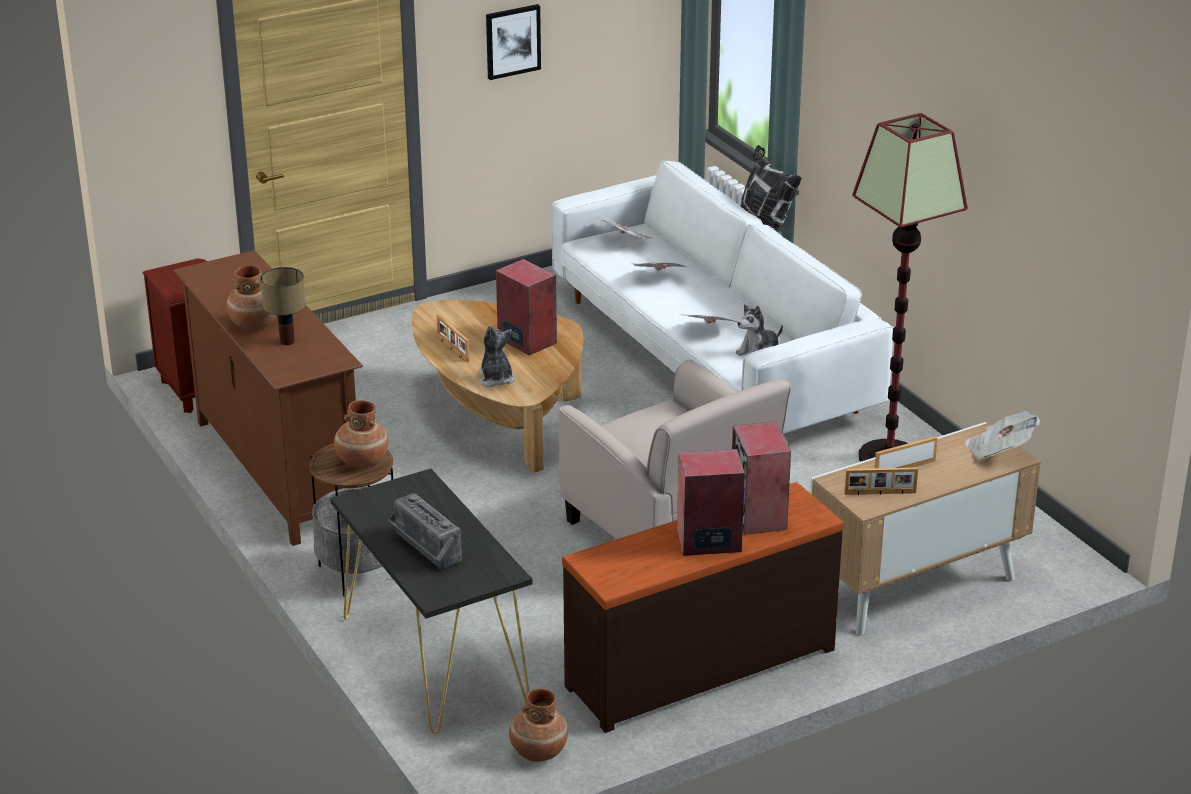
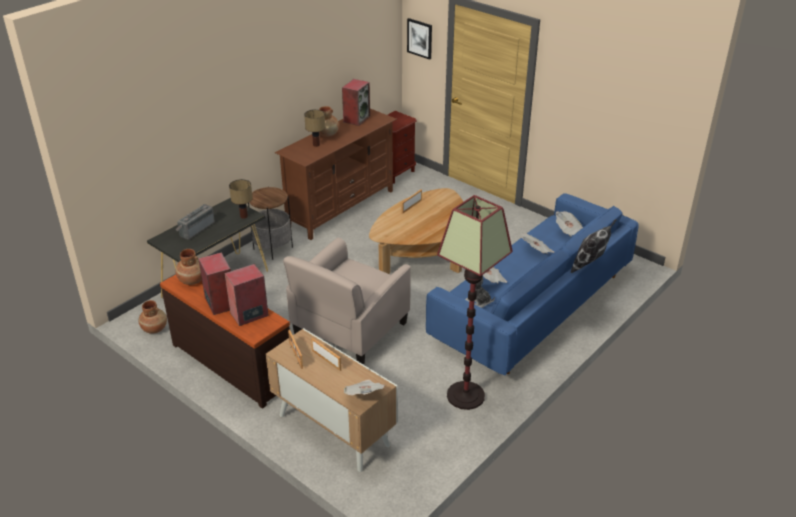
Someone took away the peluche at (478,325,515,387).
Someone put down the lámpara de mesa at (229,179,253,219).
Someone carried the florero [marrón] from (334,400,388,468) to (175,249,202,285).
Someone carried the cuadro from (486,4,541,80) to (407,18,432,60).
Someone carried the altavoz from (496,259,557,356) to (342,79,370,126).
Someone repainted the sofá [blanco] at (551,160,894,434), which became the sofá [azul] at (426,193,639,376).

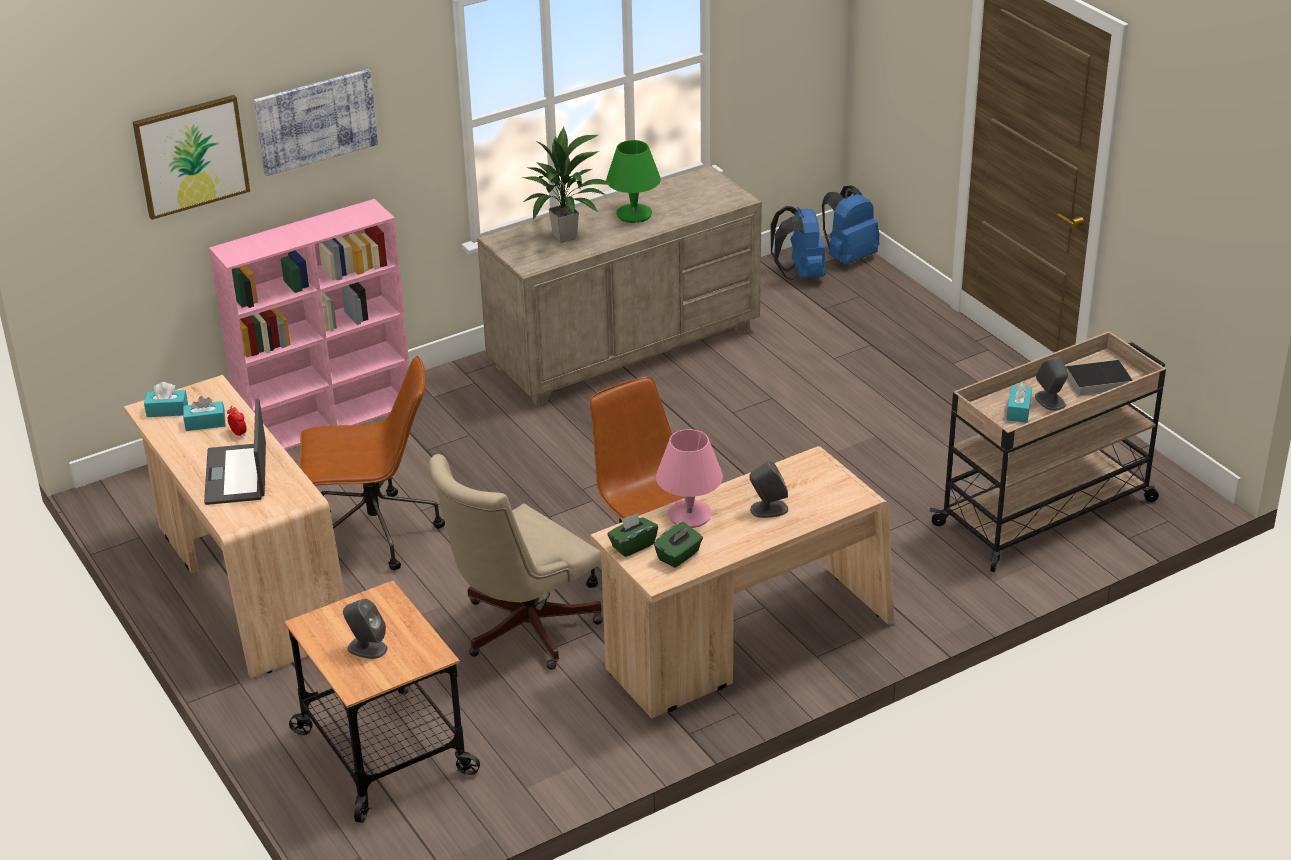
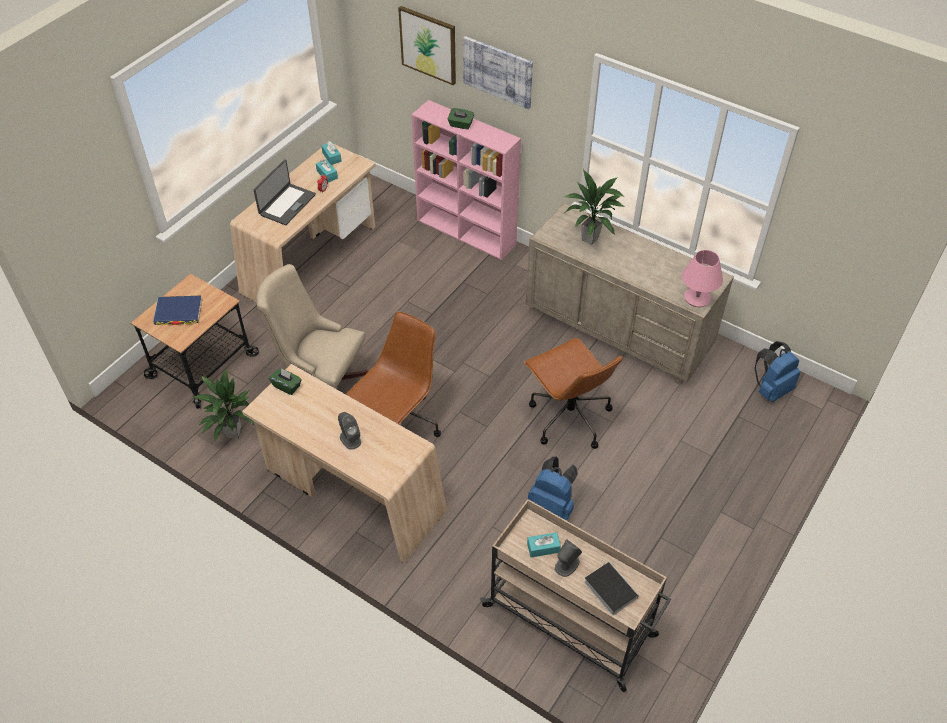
Someone took away the lámpara de mesa [verde] at (606,140,661,223).
Someone put down the planta en maceta at (193,369,254,442).
Someone carried the silla de oficina [marrón] from (300,355,445,570) to (524,338,623,449).
Someone carried the caja de pañuelos [verde] from (654,522,703,568) to (448,108,474,129).
Someone carried the lámpara de mesa [rosa] from (656,429,723,528) to (682,250,723,307).
Someone carried the mochila [azul] from (822,186,879,265) to (528,457,578,520).
Someone swapped the altavoz [gris] at (343,598,387,659) for the libro [azul] at (153,295,202,325).
Someone rotated the portátil at (204,399,266,505) by 150 degrees clockwise.

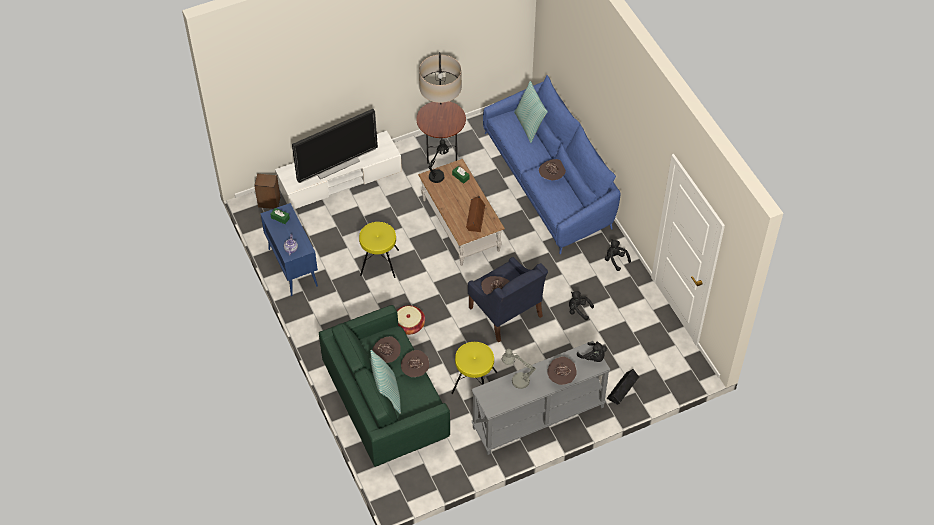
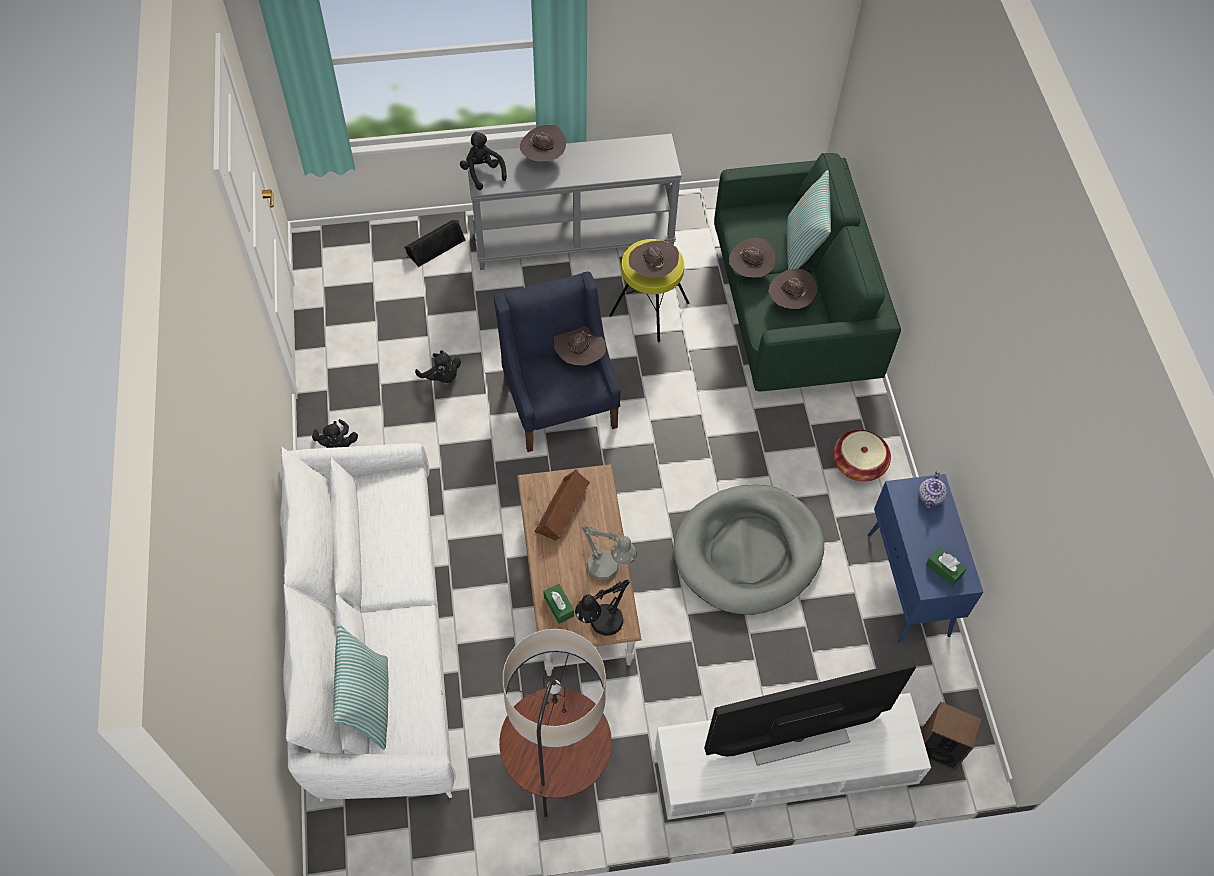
Someone carried the cesta from (397,305,425,335) to (833,430,891,482).
Someone carried the lámpara de mesa [gris] from (502,349,536,389) to (581,525,637,580).
Someone carried the sombrero [marrón] from (539,159,566,180) to (629,241,679,278).
Someone swapped the taburete [amarillo] at (359,222,399,278) for the cama para perro [gris] at (673,485,824,615).
Someone repainted the sofá [azul] at (483,75,621,254), which became the sofá [blanco] at (280,443,456,802).

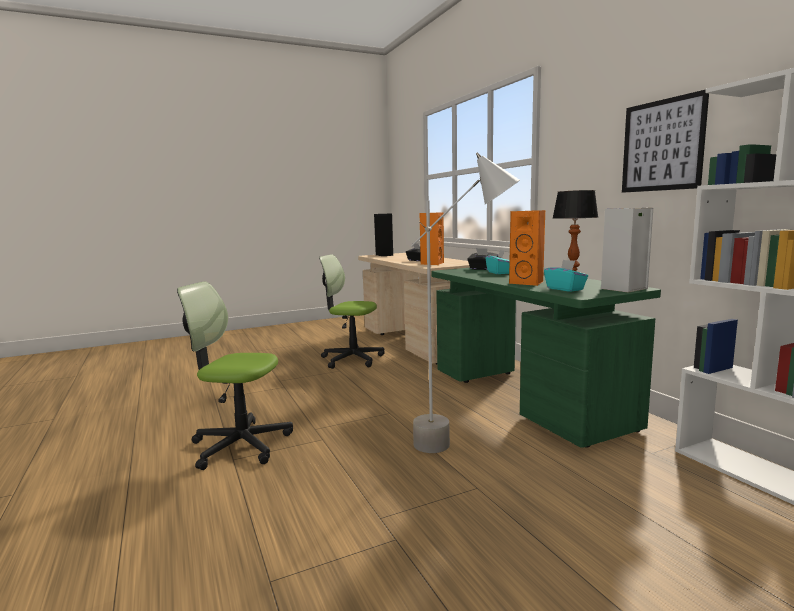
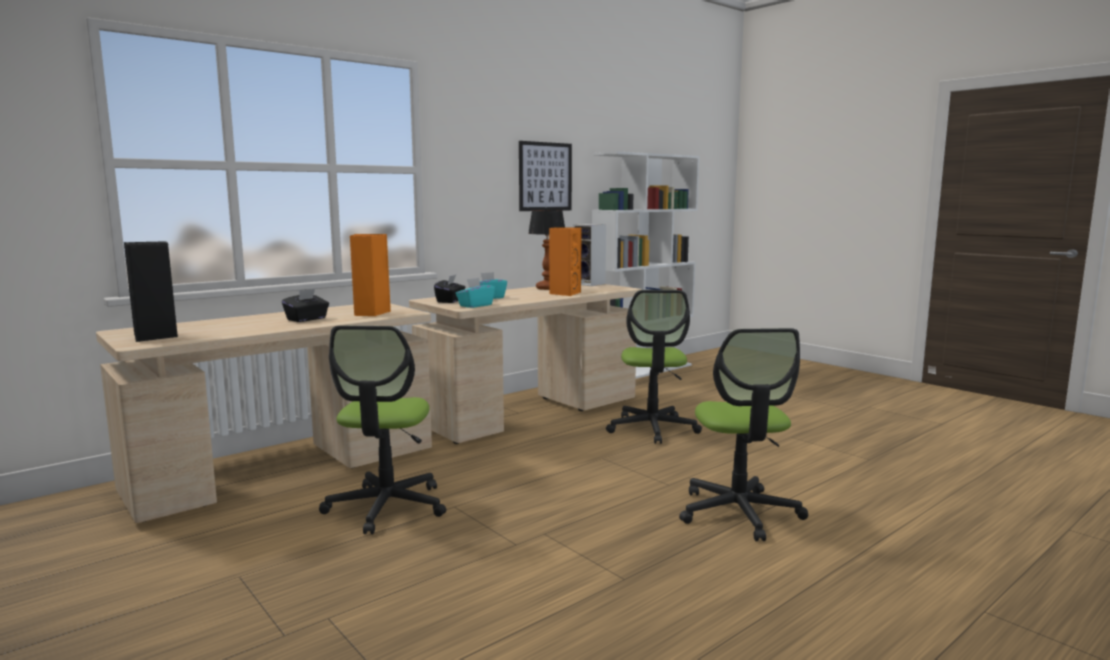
Someone carried the caja de pañuelos [turquesa] from (544,260,588,292) to (456,278,495,308).
Someone swapped the lámpara de pie [gris] at (411,152,520,453) for the silla de oficina at (606,290,702,444).
Someone repainted the escritorio [verde] at (431,268,661,448), which became the escritorio [beis] at (409,284,642,444).

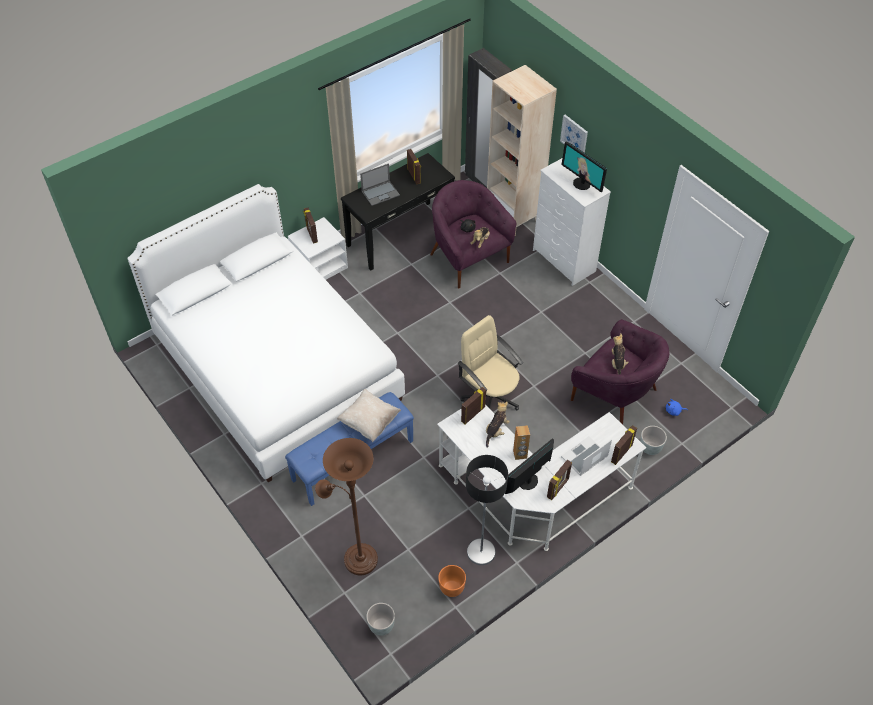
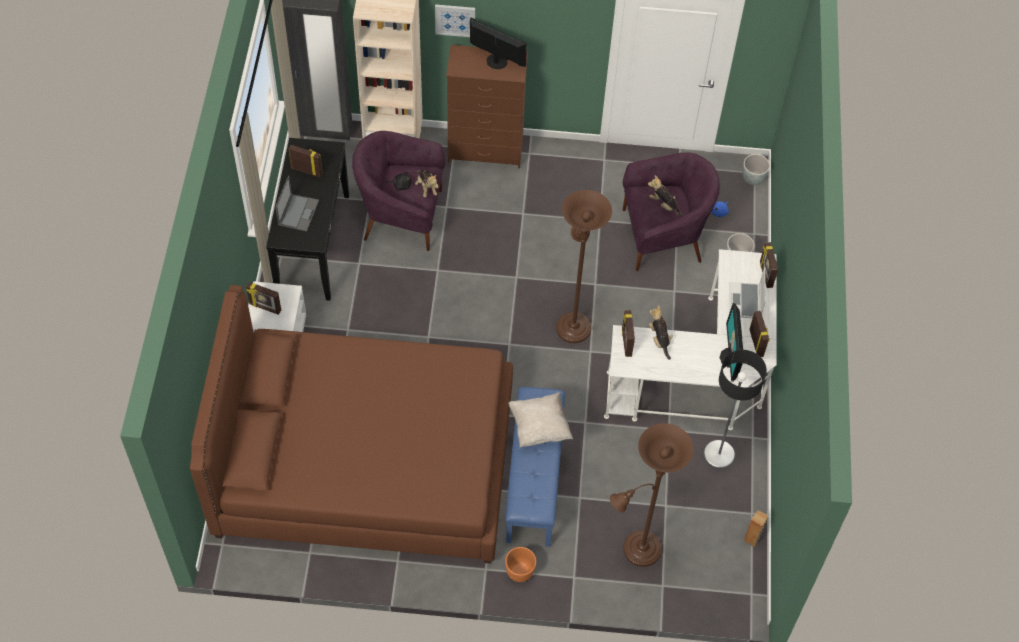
Someone carried the maceta [gris] from (366,603,395,636) to (742,154,770,185).
Someone carried the maceta [naranja] from (438,565,466,597) to (505,547,536,582).
Someone carried the altavoz [marrón] from (513,425,530,460) to (744,510,769,547).
Someone swapped the silla de oficina [beis] at (458,315,523,410) for the lámpara de pie [marrón] at (556,190,612,343).
Someone repainted the cama [blanco] at (127,184,405,482), which became the cama [marrón] at (190,285,513,563).
Someone repainted the cómoda [blanco] at (533,158,611,286), which became the cómoda [marrón] at (446,45,528,169).
Someone rotated the monitor at (561,141,607,192) by 150 degrees counterclockwise.

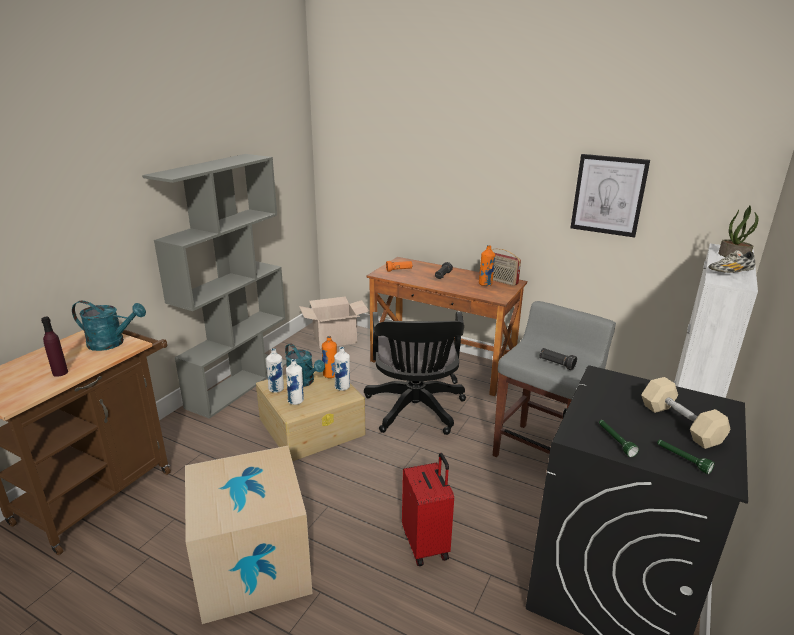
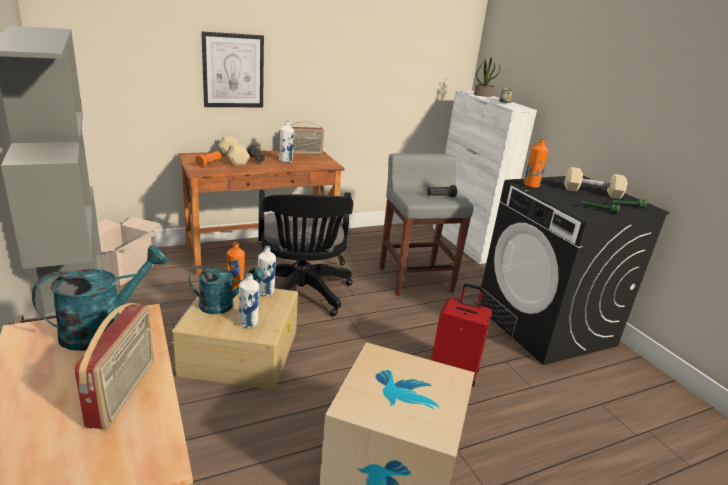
Someone put down the mancuerna [beis] at (218,136,250,166).
Someone carried the botella [blanco] from (266,348,284,393) to (279,121,294,162).
Someone carried the botella [naranja] from (479,245,495,286) to (524,138,549,188).
Someone carried the cuadro from (570,154,650,238) to (201,31,264,107).
Someone swapped the botella [morado] at (41,317,68,377) for the radio at (74,303,154,429).
Someone rotated the silla de oficina [negro] at (364,312,466,435) by 45 degrees clockwise.

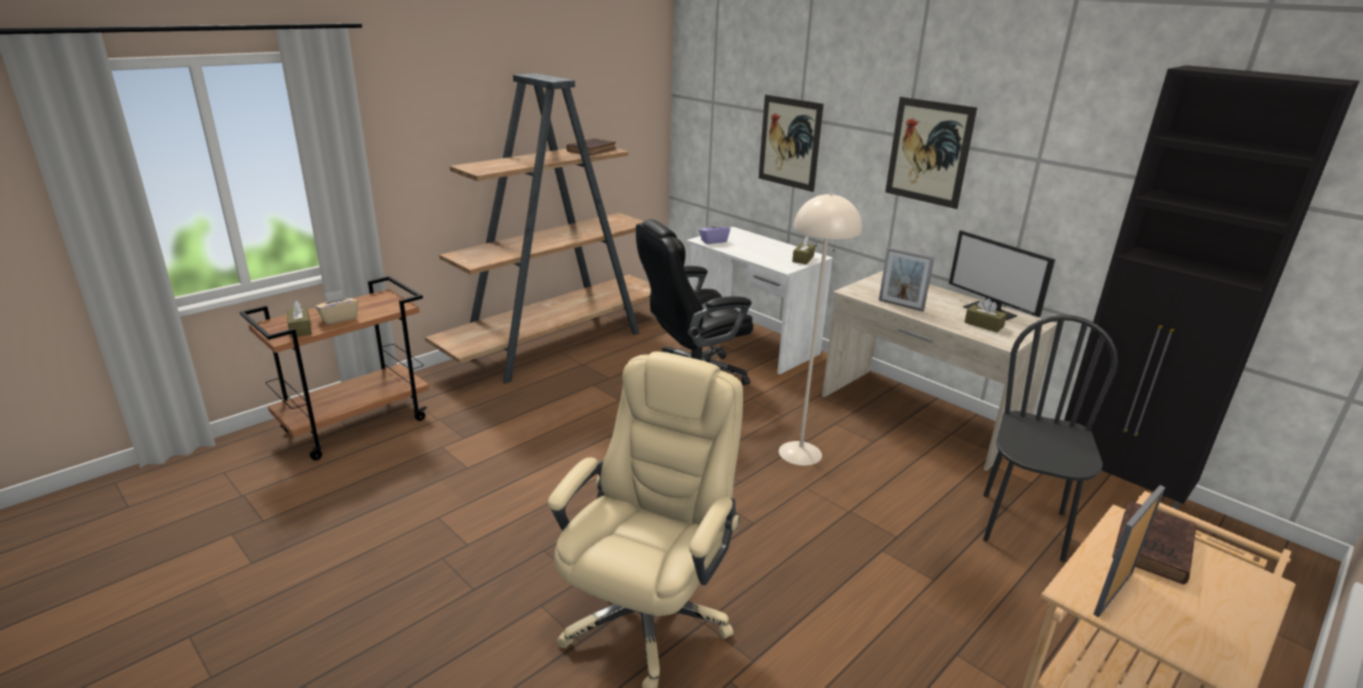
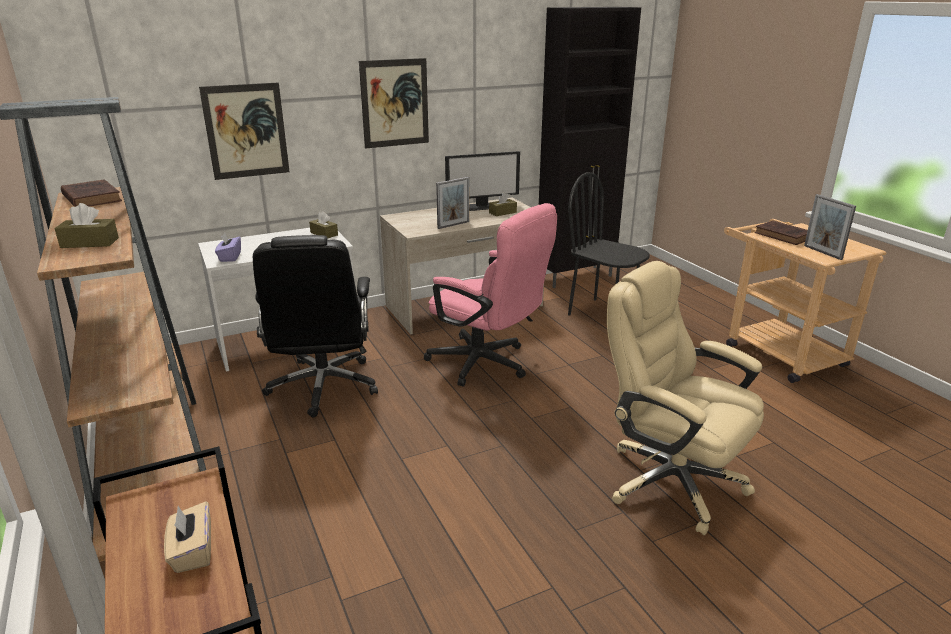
Someone carried the caja de pañuelos [marrón] from (287,300,312,337) to (54,203,119,248).
Someone swapped the lámpara de pie [beis] at (779,193,862,466) for the silla de oficina [rosa] at (424,203,557,387).

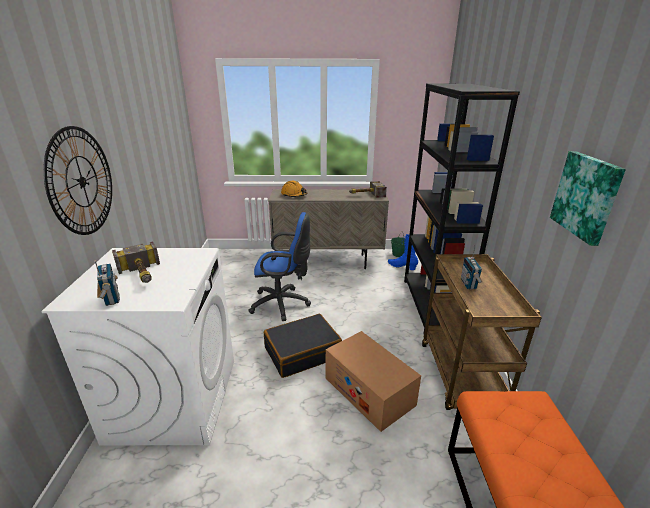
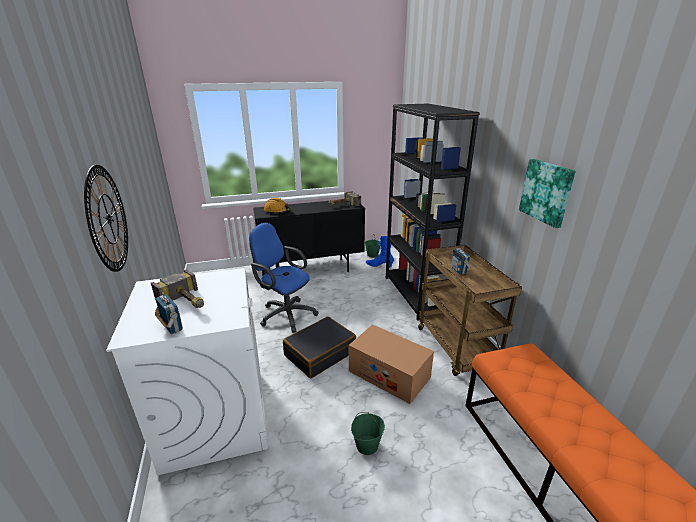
Someone put down the cubo [verde] at (351,412,385,455).
Someone repainted the armario [beis] at (269,189,389,269), which became the armario [negro] at (253,201,365,272).
Someone rotated the silla de oficina [azul] at (248,212,311,321) by 135 degrees counterclockwise.

